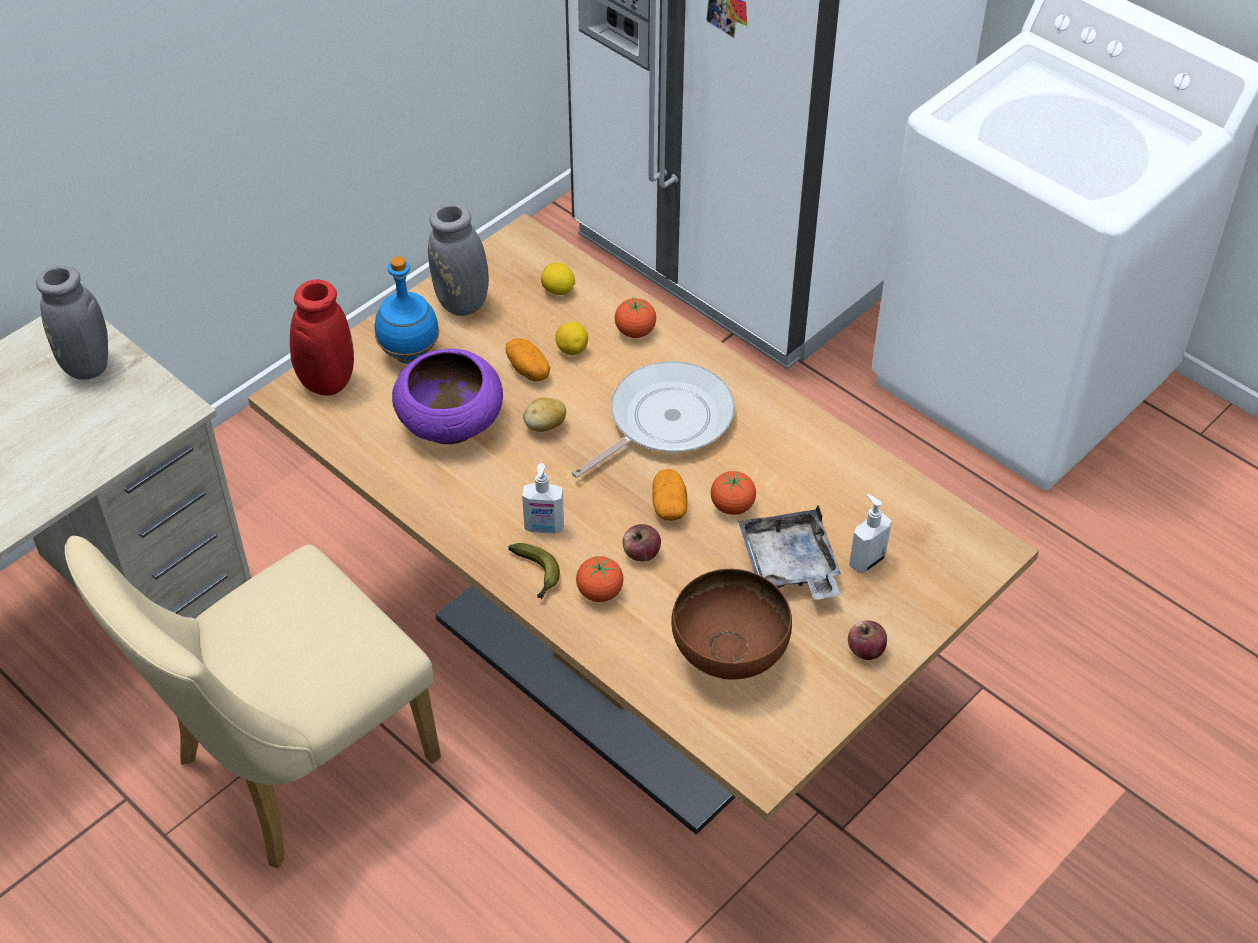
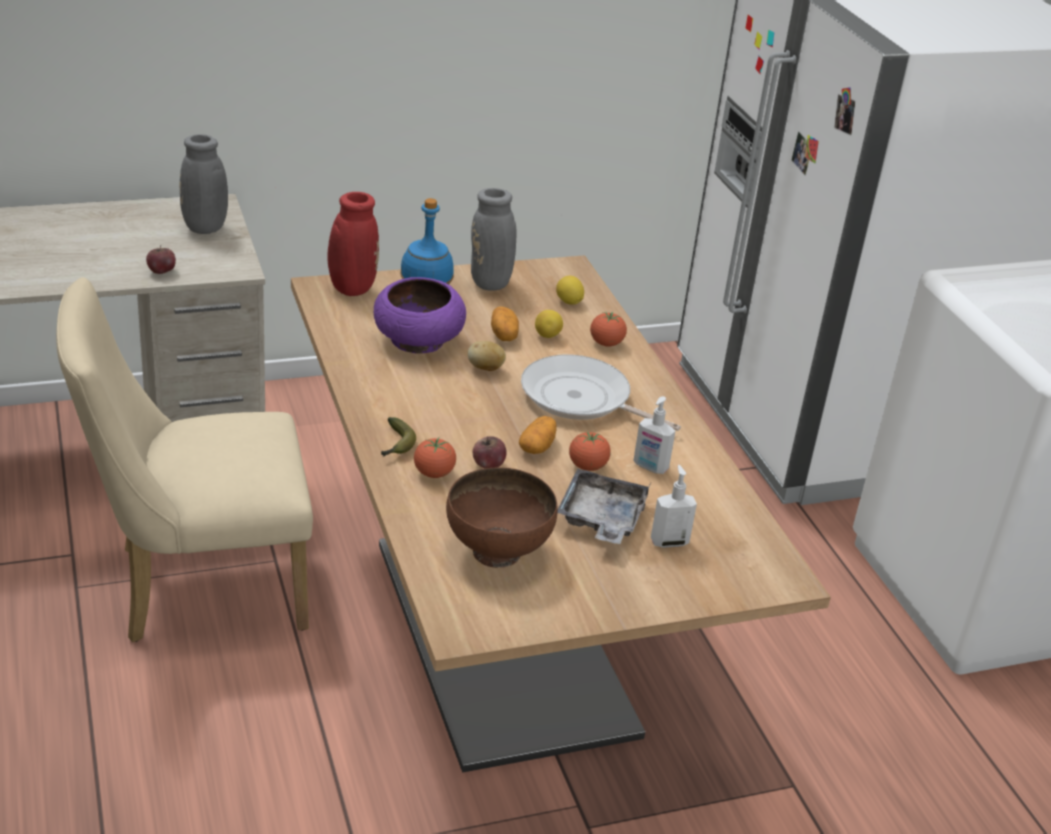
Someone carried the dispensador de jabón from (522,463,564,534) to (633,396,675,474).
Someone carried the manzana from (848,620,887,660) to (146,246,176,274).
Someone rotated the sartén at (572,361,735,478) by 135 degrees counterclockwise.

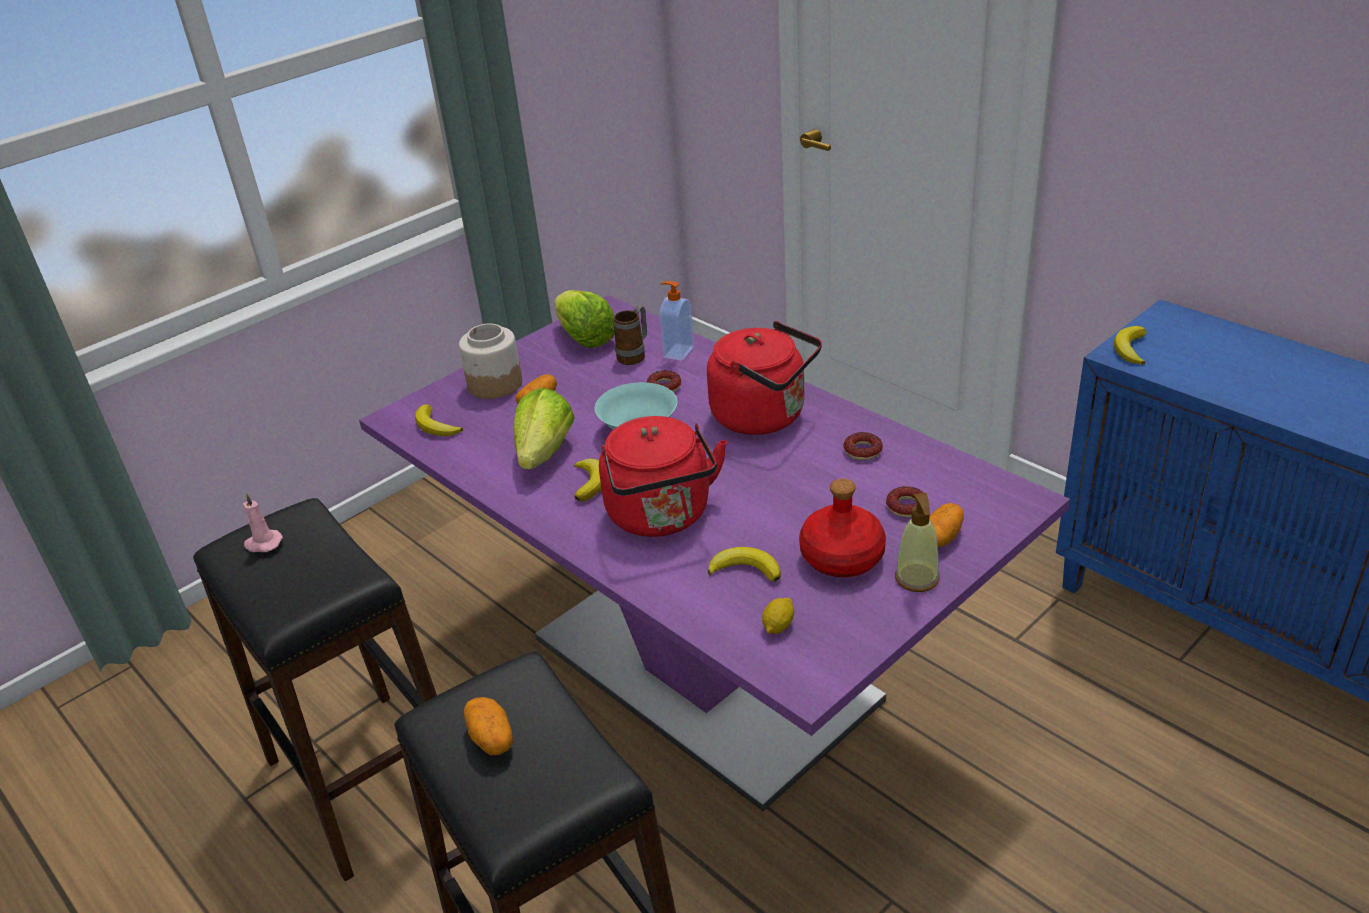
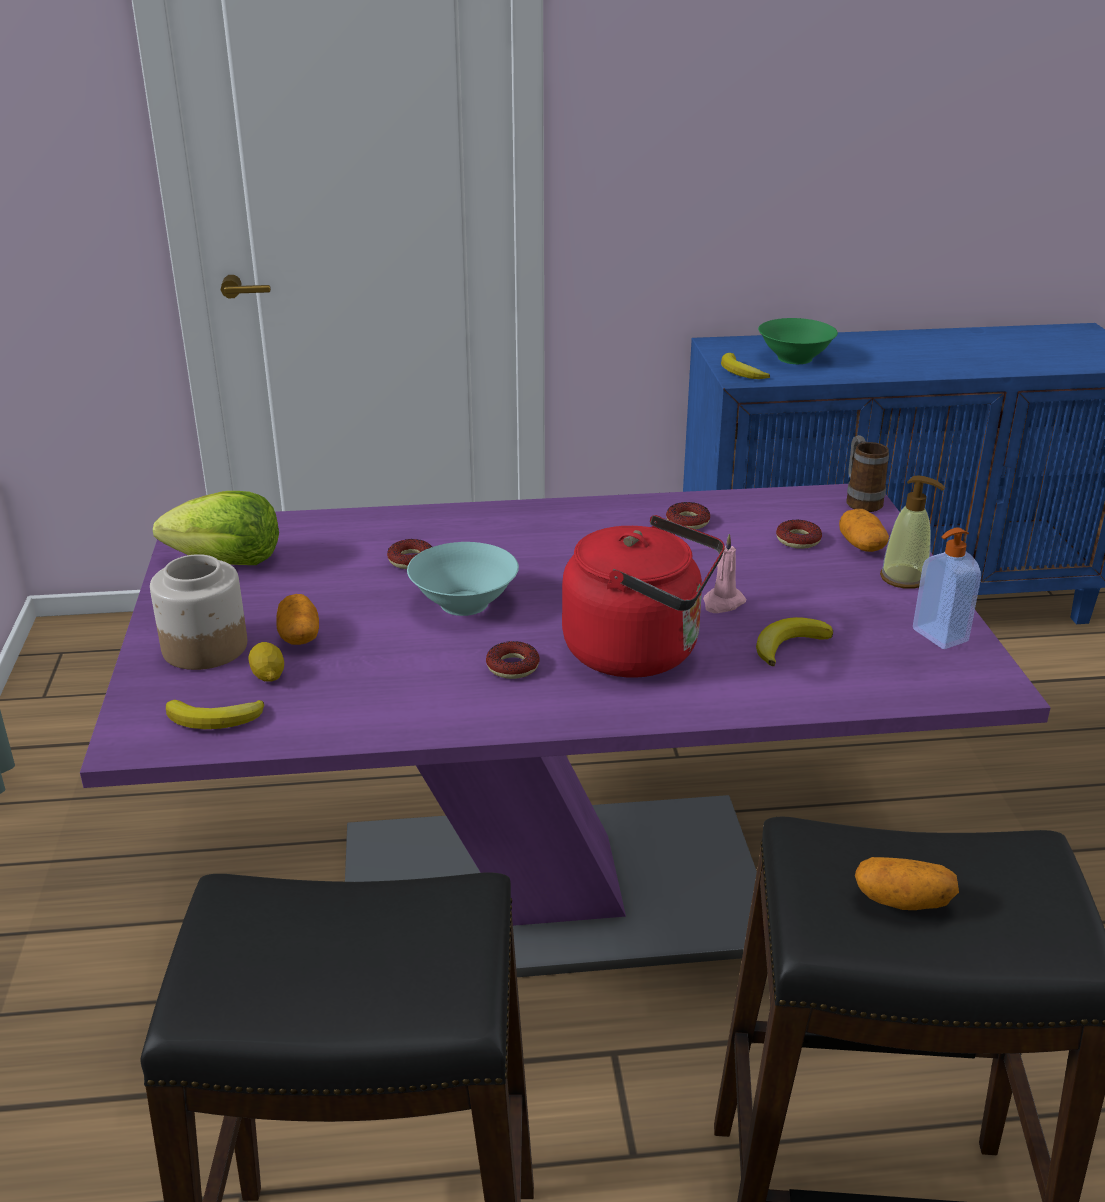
Someone took away the lechuga at (514,388,575,469).
Someone took away the hervidor [rojo] at (707,321,822,435).
Someone took away the botella [rojo] at (799,478,886,577).
Someone put down the cuenco [verde] at (758,318,838,364).
Someone carried the vela [rosa] from (243,493,283,552) to (703,534,746,613).
Someone carried the taza grande from (613,305,647,365) to (846,435,889,512).
Someone carried the dispensador de jabón from (659,281,694,361) to (913,527,981,649).
Someone carried the limón from (762,598,794,634) to (249,642,284,682).
Someone swapped the plátano at (574,459,601,502) for the rosquilla at (486,641,539,679).

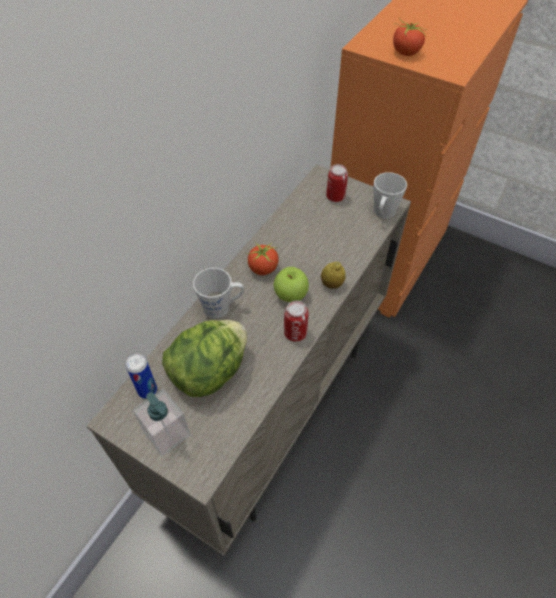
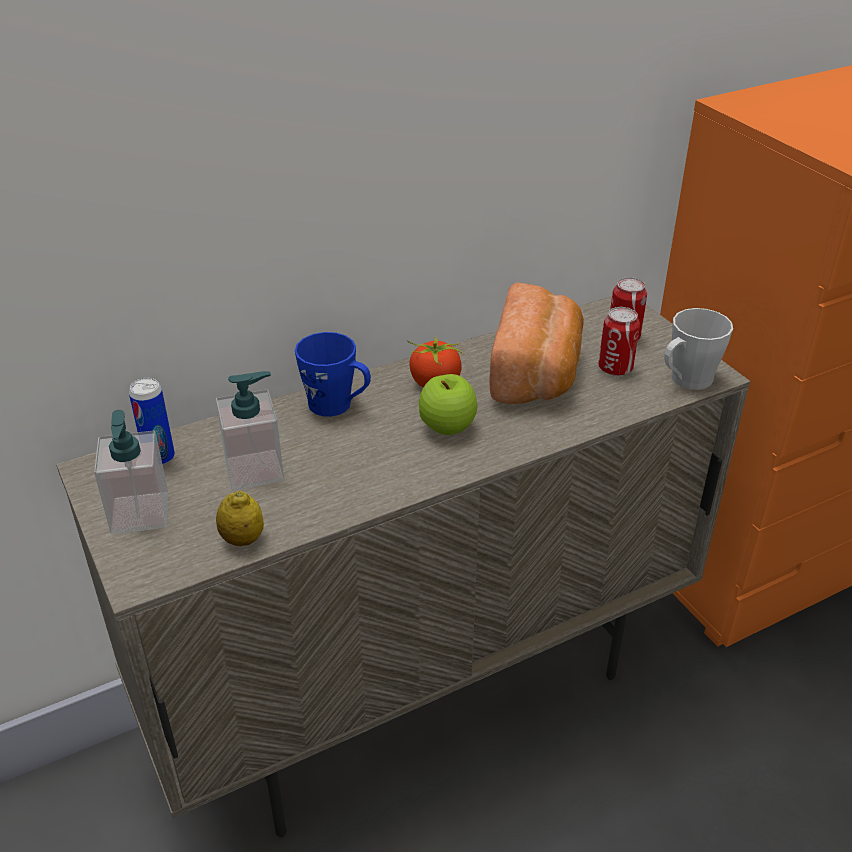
Someone took away the tomate at (393,18,428,56).
Someone put down the pan at (489,283,584,404).
Someone carried the lata from (284,301,309,342) to (598,307,640,376).
Someone carried the limón from (321,262,345,289) to (216,491,264,546).
Someone swapped the lechuga at (162,320,247,397) for the dispensador de jabón at (216,371,284,491).
Someone repainted the taza grande [gris] at (193,268,244,318), which became the taza grande [azul] at (295,332,371,417).

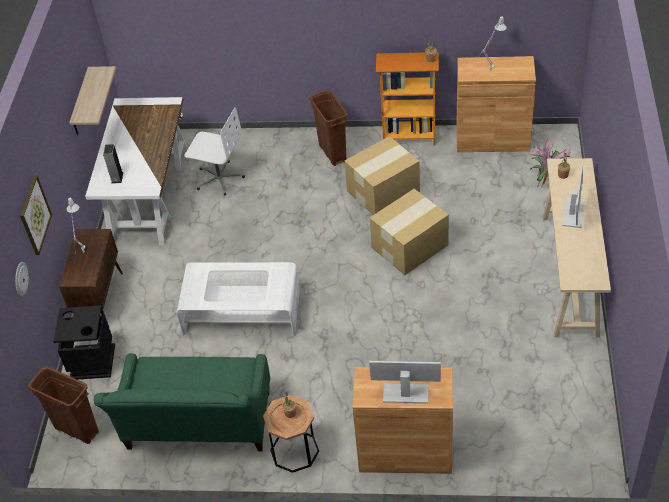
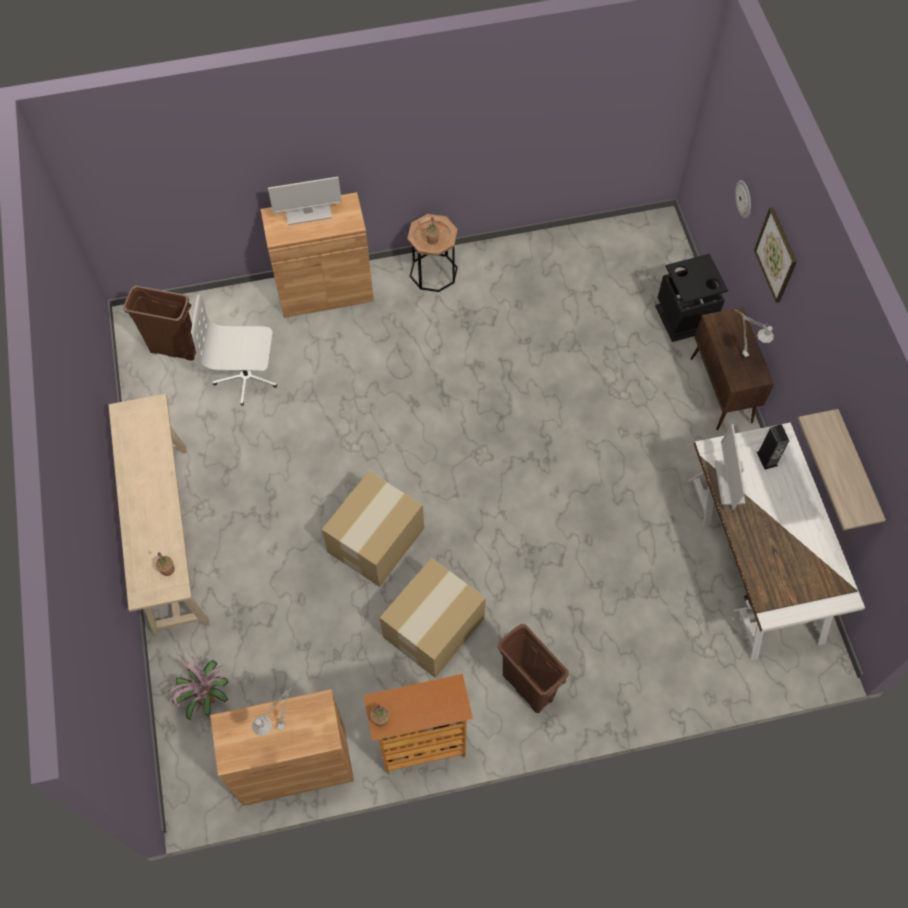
Someone took away the sofá [verde] at (94,353,270,451).
Someone took away the mesa de centro [blanco] at (177,262,300,336).
Someone carried the papelera [marrón] from (28,366,99,444) to (123,285,196,361).
Someone carried the silla de oficina [blanco] from (184,107,245,195) to (191,295,277,406).
Someone carried the monitor from (562,163,585,228) to (715,424,745,510).

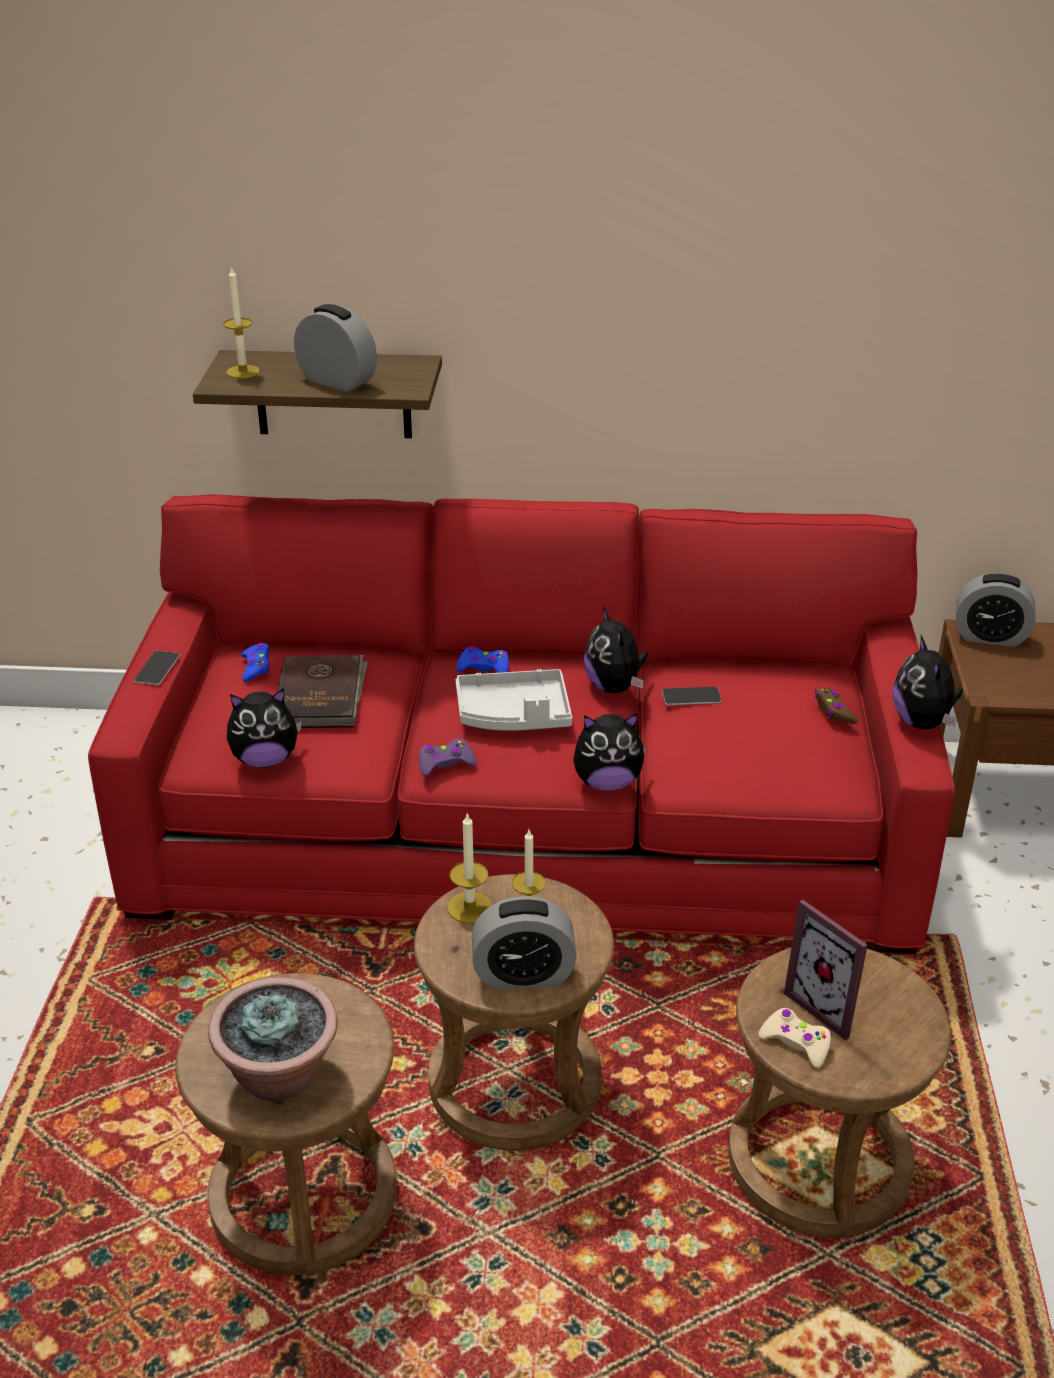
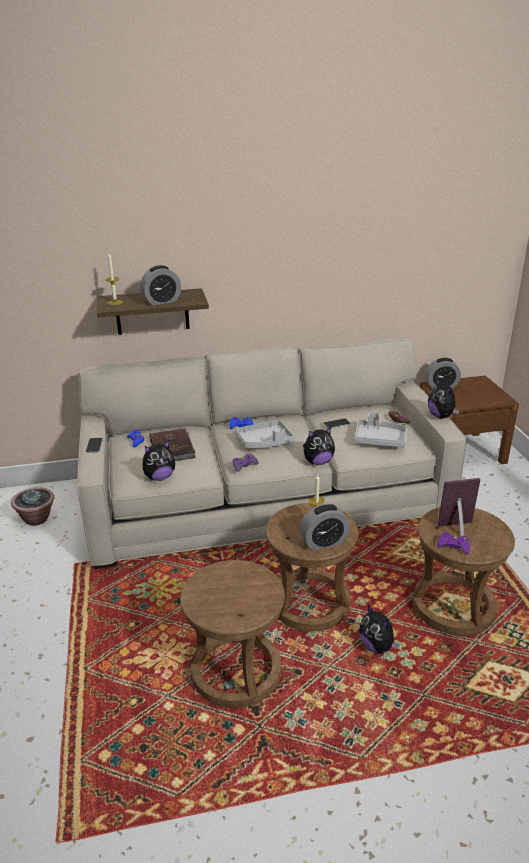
Someone took away the vela at (448,813,492,923).
Someone put down the bandeja [gris] at (354,412,407,447).
Someone carried the planta en maceta from (208,977,338,1102) to (11,487,54,526).
Someone carried the peluche from (584,607,648,693) to (359,605,400,654).
Someone repainted the sofá [rojo] at (88,494,955,954), which became the sofá [beis] at (77,338,467,569).
Someone repainted the mando de consola [beis] at (759,1008,832,1068), which became the mando de consola [morado] at (437,532,470,554).
Someone rotated the despertador at (294,304,377,392) by 135 degrees clockwise.
Someone rotated the portarretratos at (784,899,868,1040) by 135 degrees clockwise.

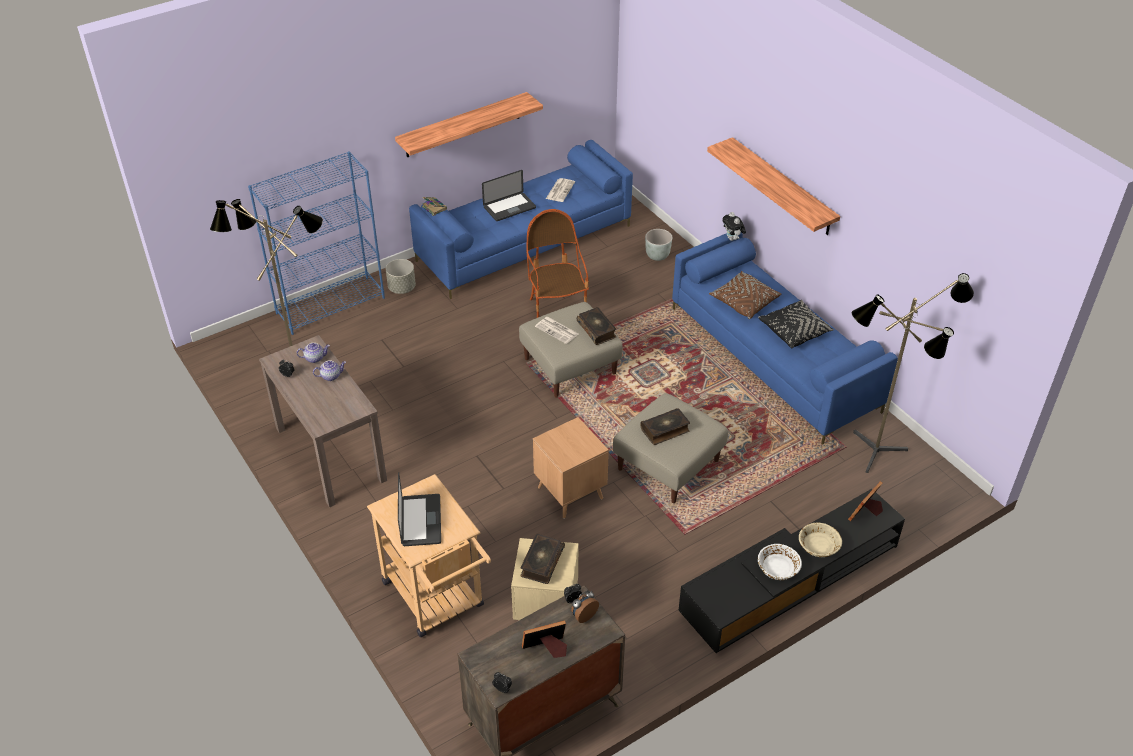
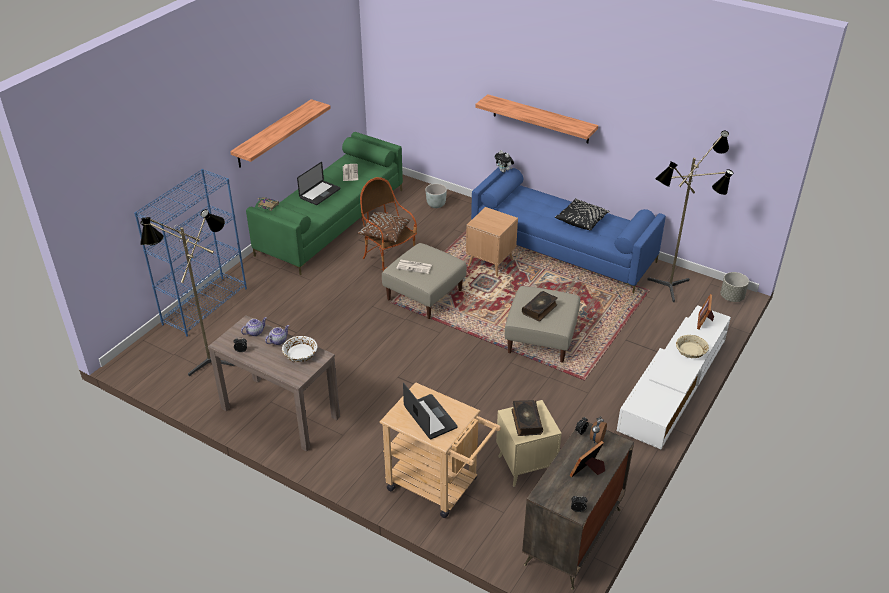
Someone took away the libro at (577,307,616,345).
Someone carried the maceta [gris] from (386,259,416,294) to (720,272,749,302).
Someone carried the mesa auxiliar [marrón] from (533,417,609,519) to (466,207,518,276).
Someone carried the cojín [marrón] from (709,271,781,319) to (358,212,410,243).
Someone carried the cuenco [blanco] from (758,544,802,580) to (282,336,317,362).
Someone repainted the sofá [azul] at (409,140,633,299), which became the sofá [verde] at (246,132,403,275).
Someone repainted the mueble de televisión [negro] at (679,489,905,653), which became the mueble de televisión [blanco] at (617,305,731,449).

